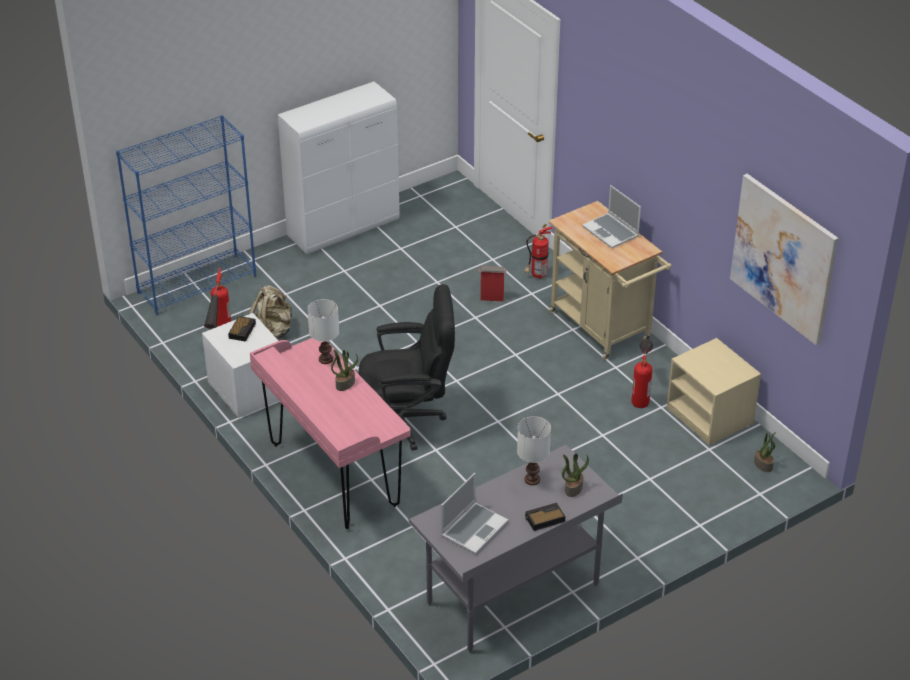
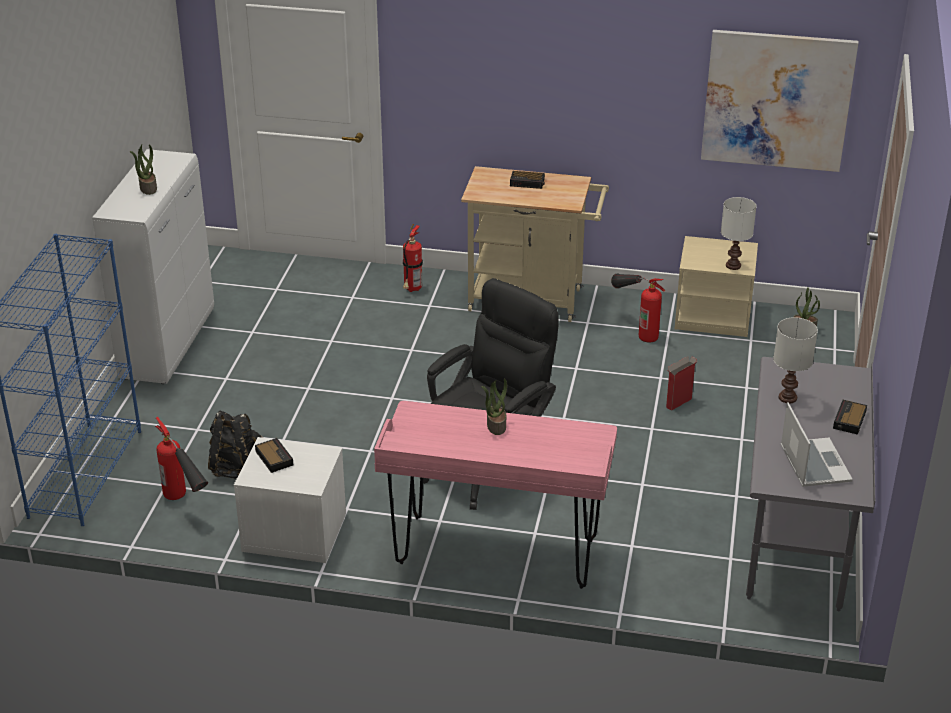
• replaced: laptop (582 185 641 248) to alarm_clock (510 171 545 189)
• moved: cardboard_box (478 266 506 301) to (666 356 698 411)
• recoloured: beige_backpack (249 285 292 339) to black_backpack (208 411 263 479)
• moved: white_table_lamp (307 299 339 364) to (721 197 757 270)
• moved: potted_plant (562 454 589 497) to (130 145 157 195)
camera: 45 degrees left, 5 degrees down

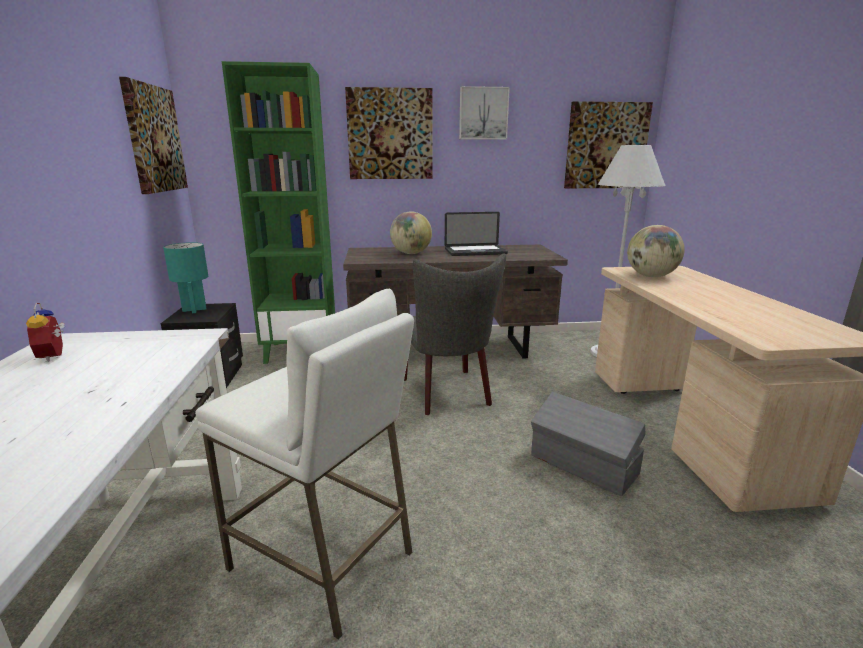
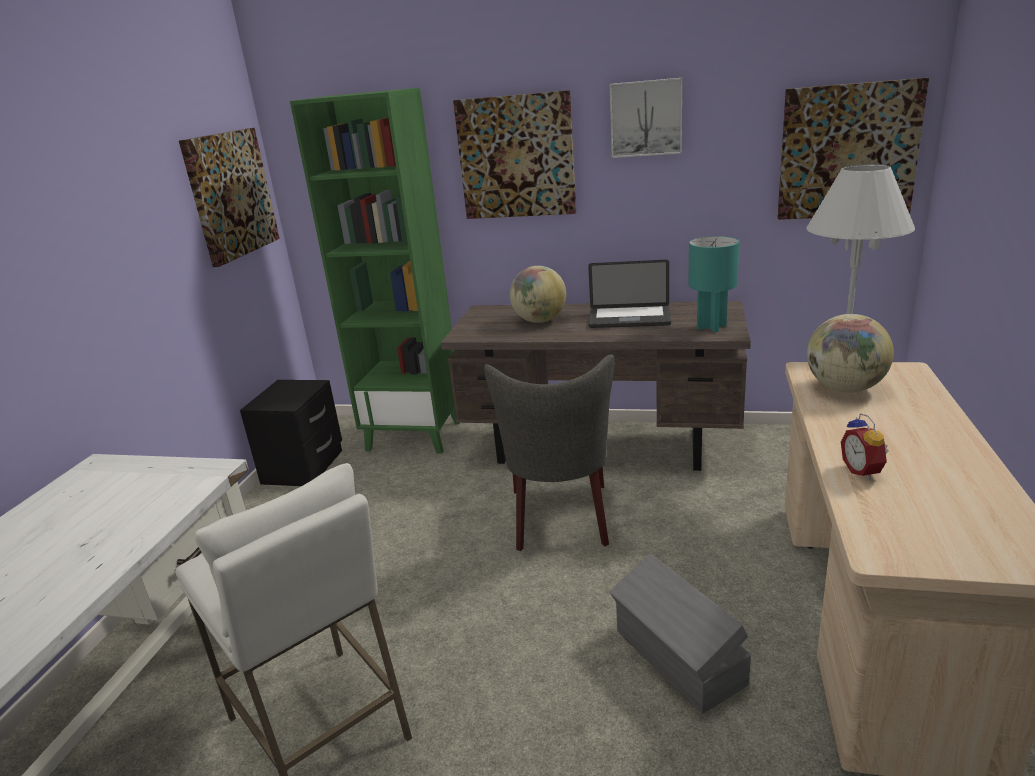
• moved: turquoise_table_lamp (163 242 208 313) to (688 236 739 332)
• moved: alarm_clock (26 303 65 362) to (841 413 889 480)
camera: 20 degrees right, 5 degrees up

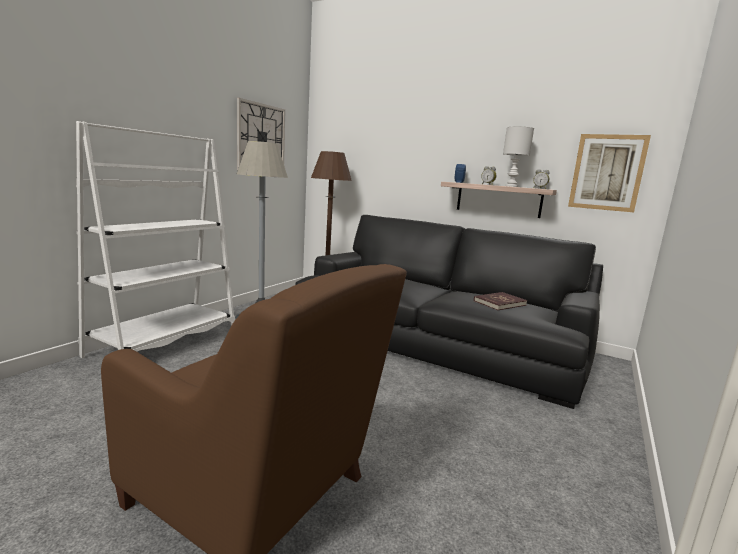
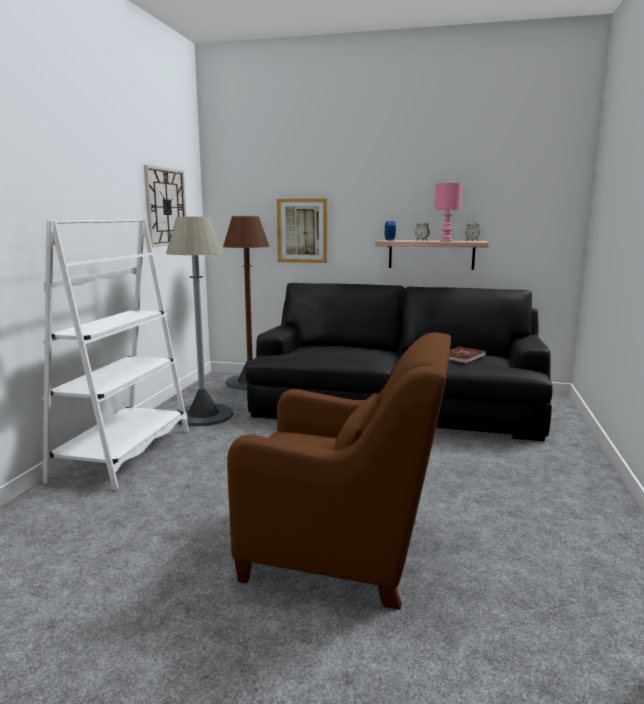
• recoloured: white_table_lamp (503 126 534 187) to pink_table_lamp (435 183 463 242)
• moved: picture (568 134 651 212) to (277 198 328 263)
camera: 15 degrees left, 0 degrees up

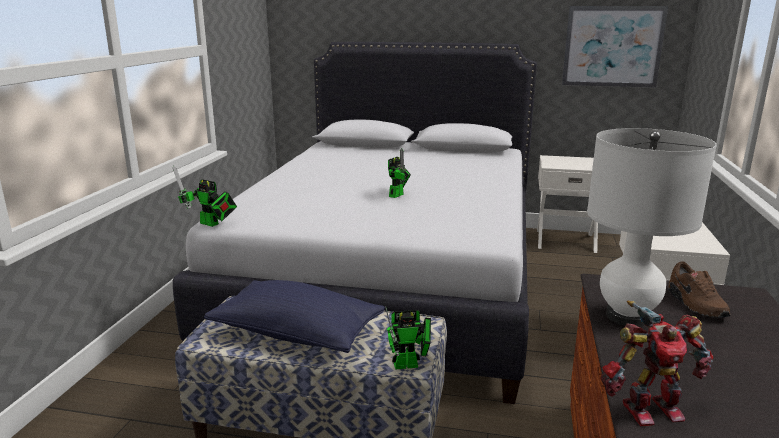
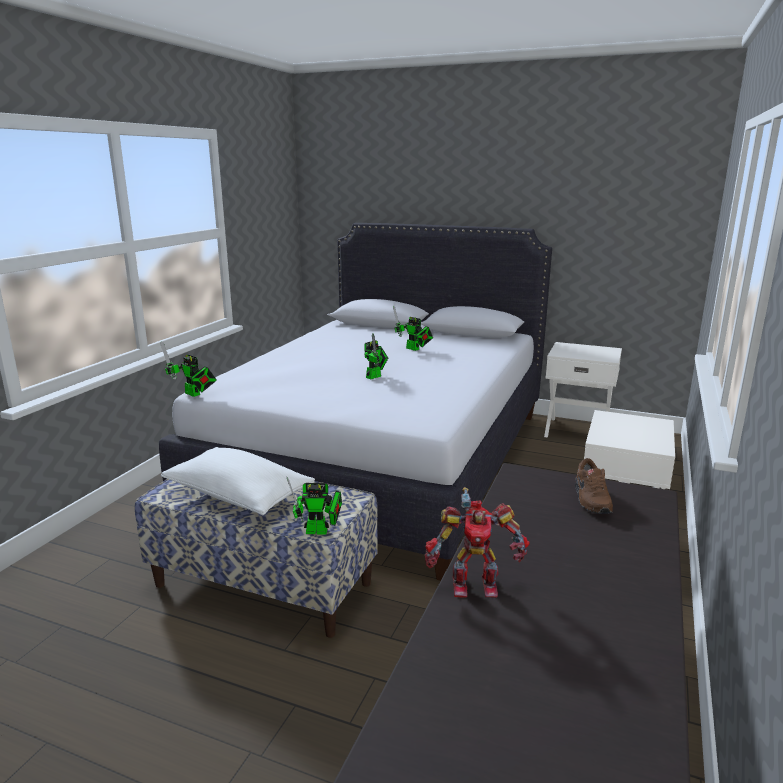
• removed: picture (562 6 668 88)
• removed: white_table_lamp (587 128 717 327)
• recoloured: blue_pillow (204 280 385 353) to white_pillow (161 447 315 515)
• added: toy_robot (393 305 433 351)
camera: 10 degrees right, 0 degrees up

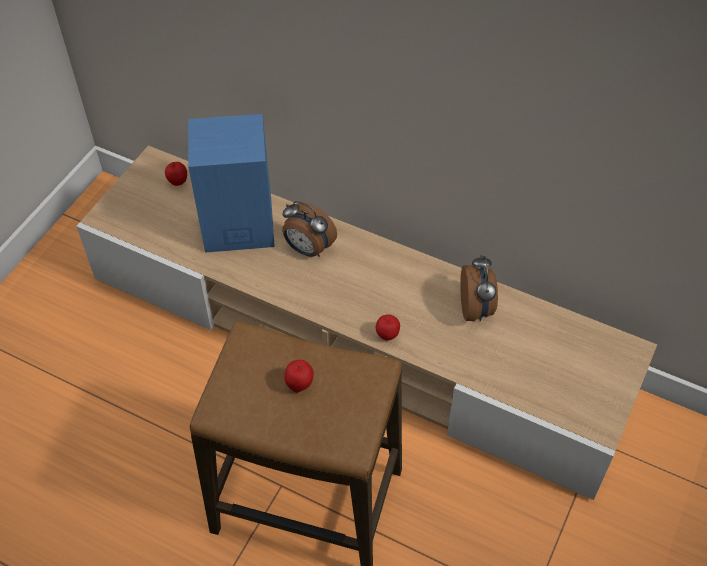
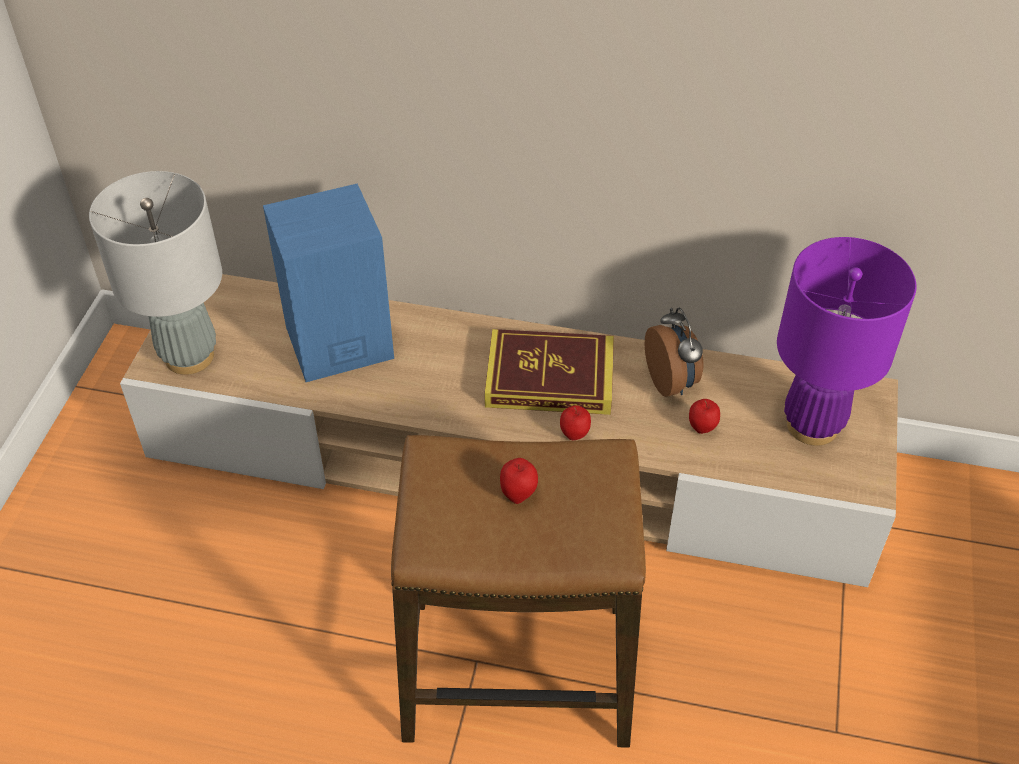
• moved: apple (165 162 187 186) to (689 399 720 434)
• removed: alarm_clock (282 201 337 257)
• added: grey_table_lamp (89 171 222 375)
• added: purple_table_lamp (777 237 916 446)
• added: book (485 329 614 415)
camera: 15 degrees left, 5 degrees down

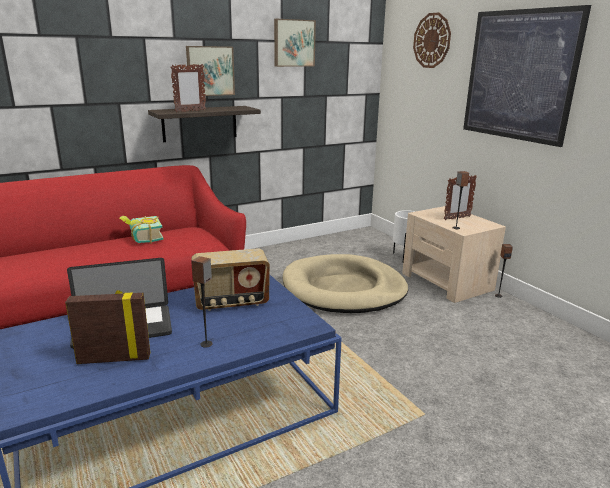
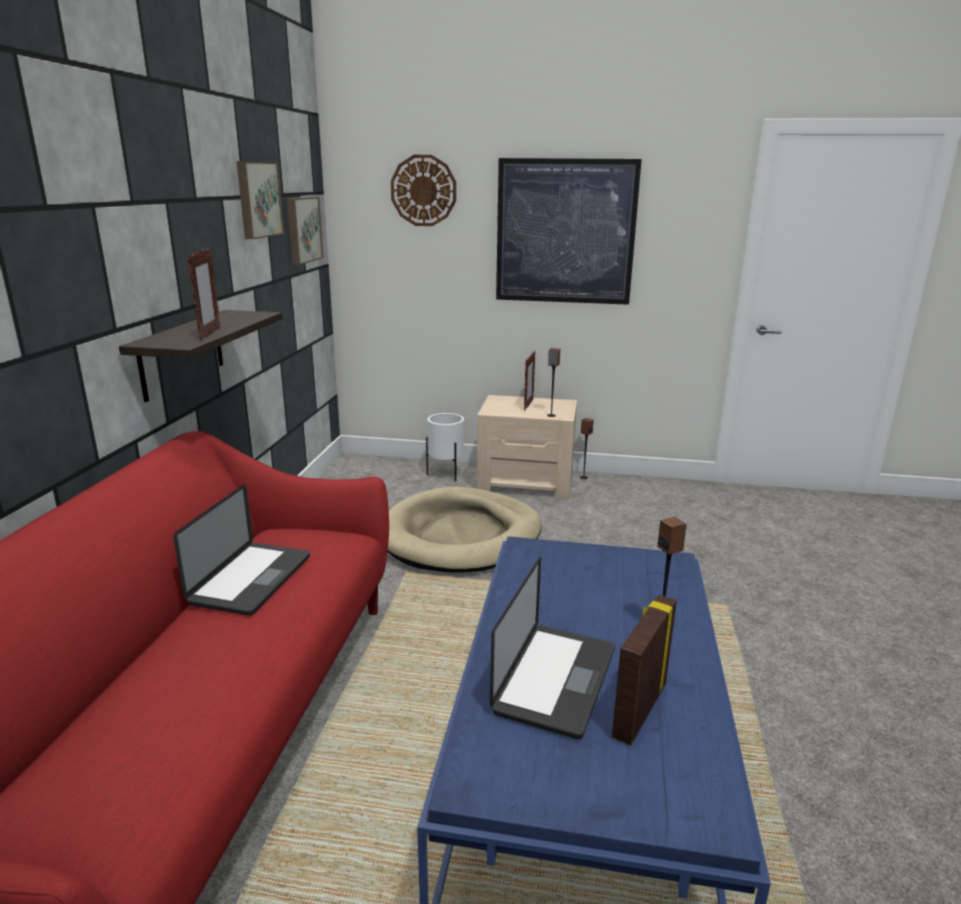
• moved: picture (186 46 235 96) to (287 197 323 265)
• replaced: book (120 216 164 244) to laptop (173 484 310 616)
• removed: radio (191 249 270 311)
camera: 50 degrees left, 0 degrees up

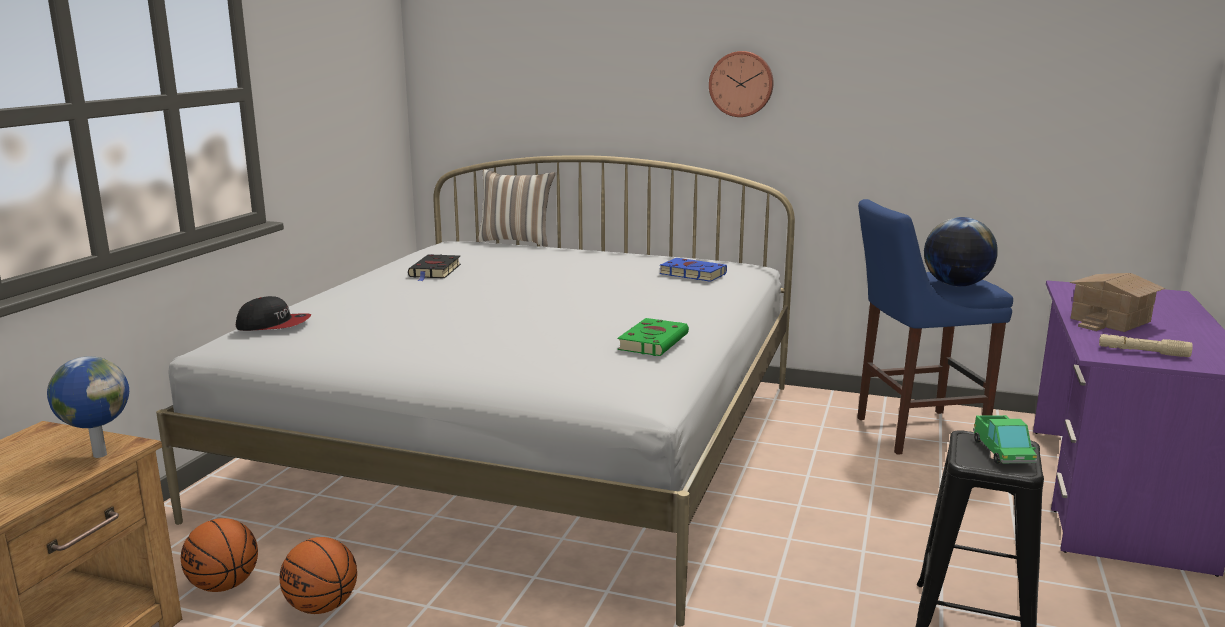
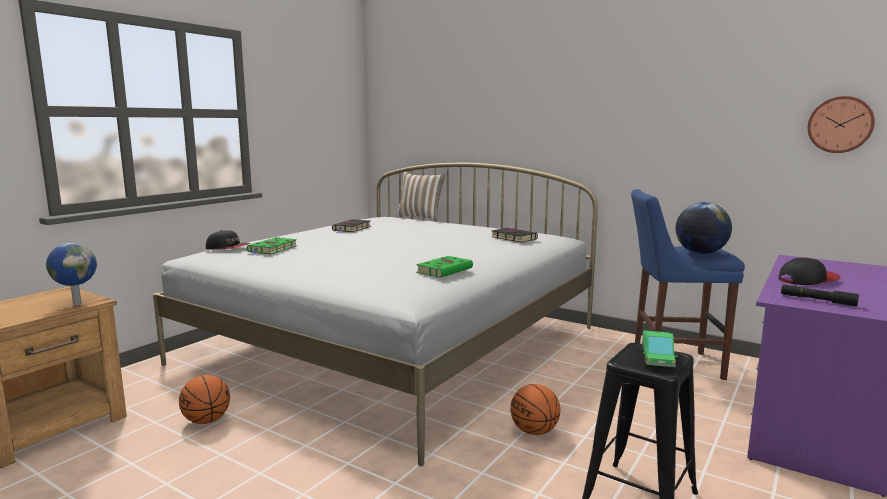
• moved: wall_clock (709 51 774 117) to (807 96 875 153)
• recoloured: blue_book (660 258 727 282) to black_book (491 228 538 243)
• replaced: toy_house (1069 273 1165 332) to cap (779 257 841 285)
• recoloured: beige_flashlight (1099 334 1193 357) to black_flashlight (781 285 859 306)
• moved: basketball (181 518 258 592) to (511 384 560 435)
• added: green_book (247 237 297 255)
camera: 15 degrees right, 5 degrees down

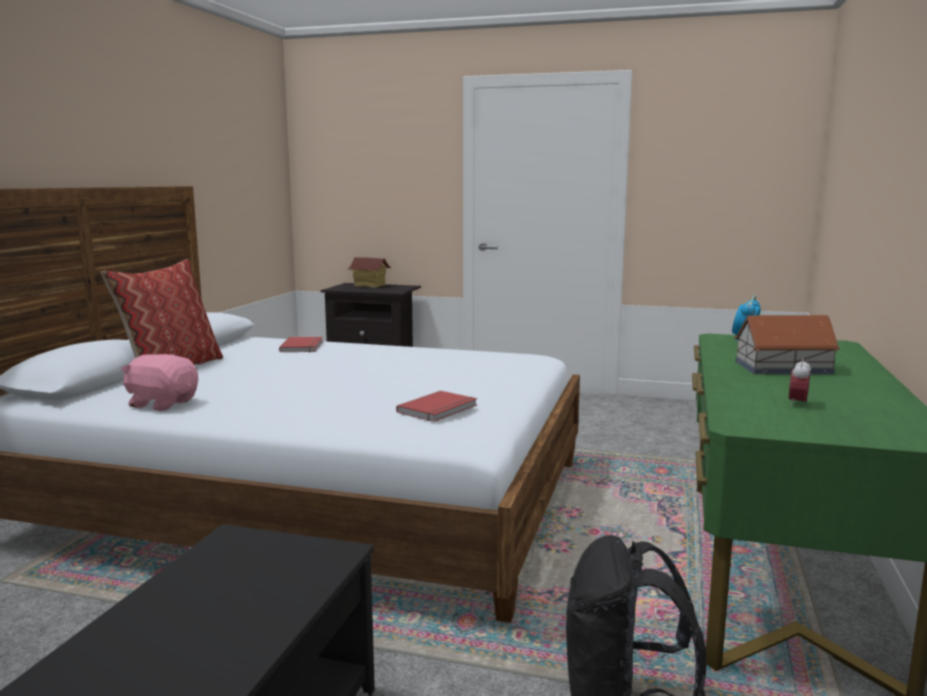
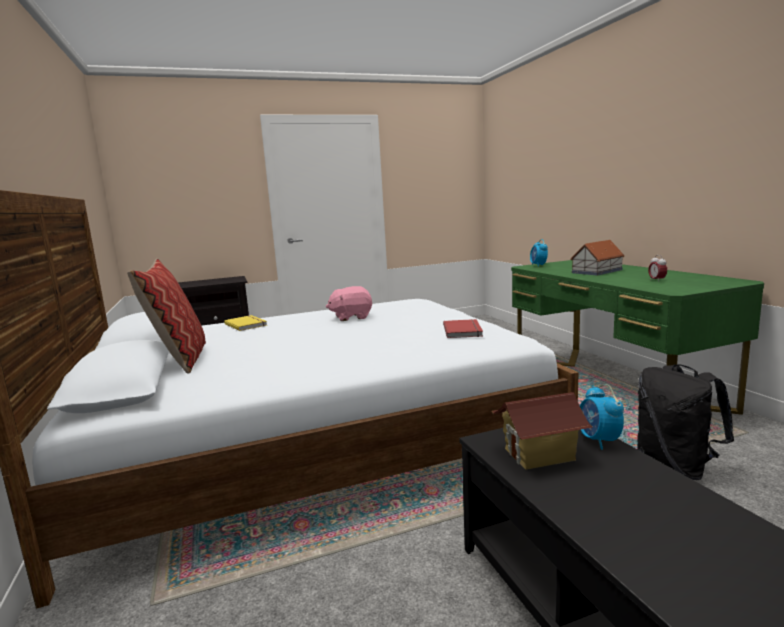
• moved: toy_house (348 257 391 287) to (492 392 593 470)
• recoloured: red_book (279 336 323 352) to yellow_book (224 315 267 331)
• moved: pink_plush_toy (121 354 198 411) to (326 286 372 321)
• added: alarm_clock (580 384 624 450)
camera: 35 degrees left, 0 degrees up

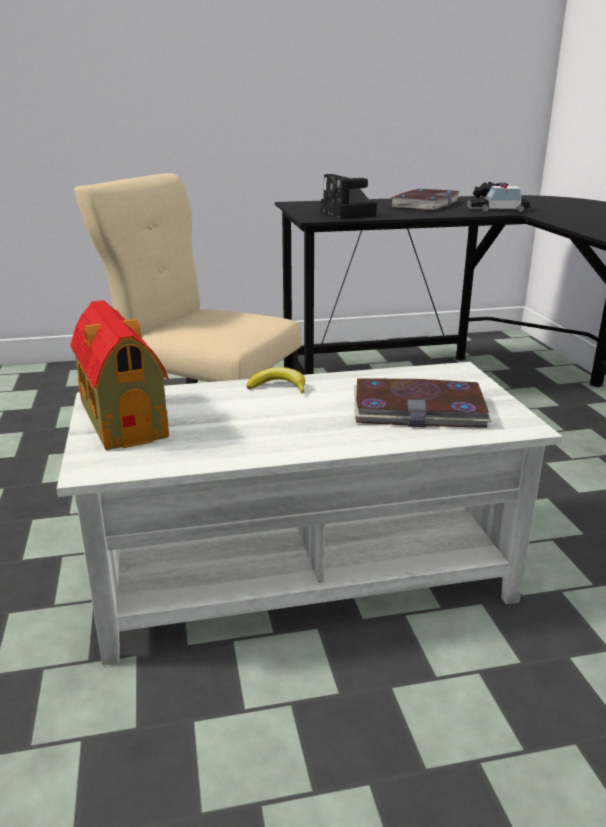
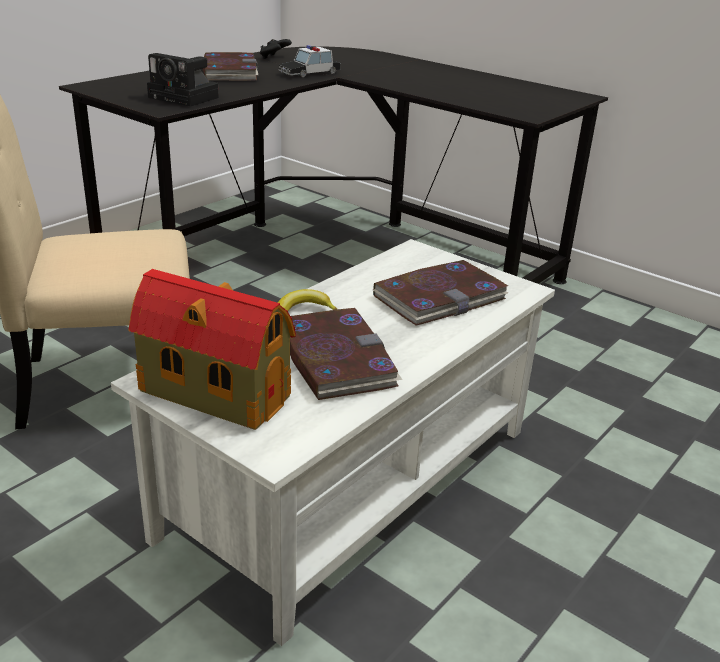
• added: book (290 308 403 400)
camera: 40 degrees left, 5 degrees up

